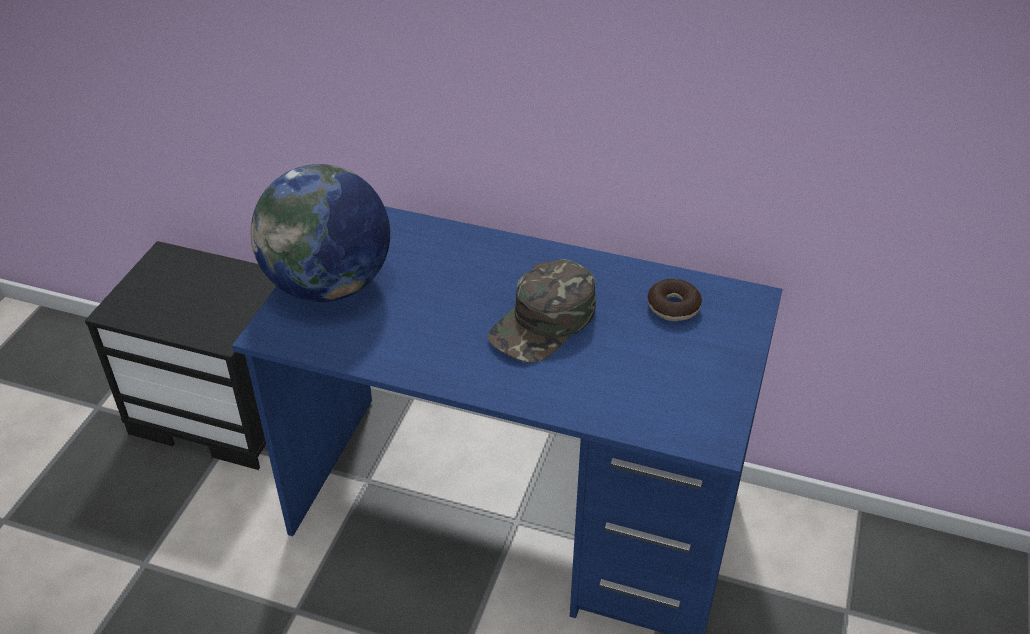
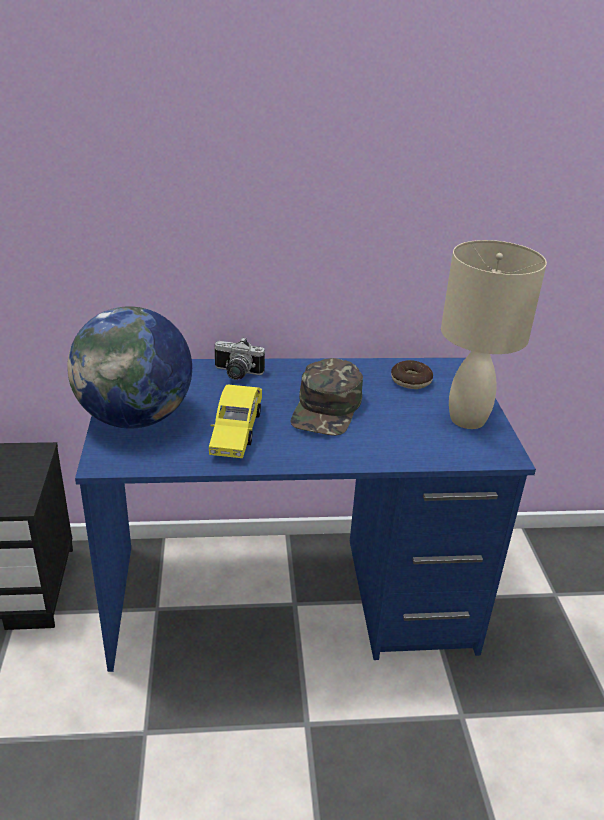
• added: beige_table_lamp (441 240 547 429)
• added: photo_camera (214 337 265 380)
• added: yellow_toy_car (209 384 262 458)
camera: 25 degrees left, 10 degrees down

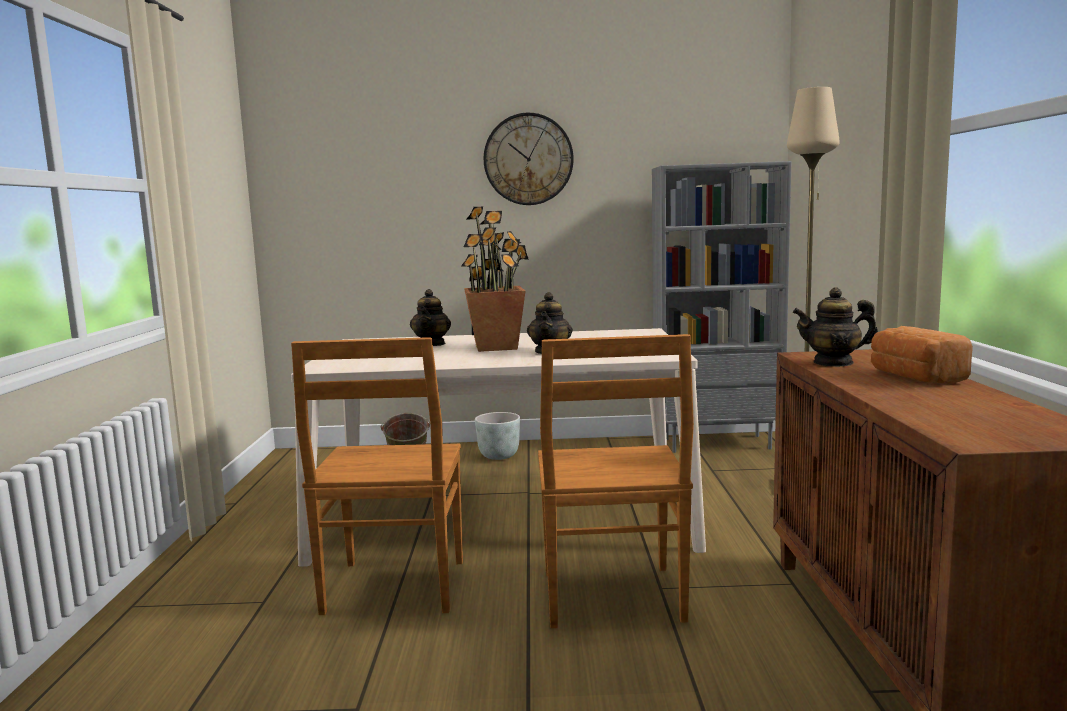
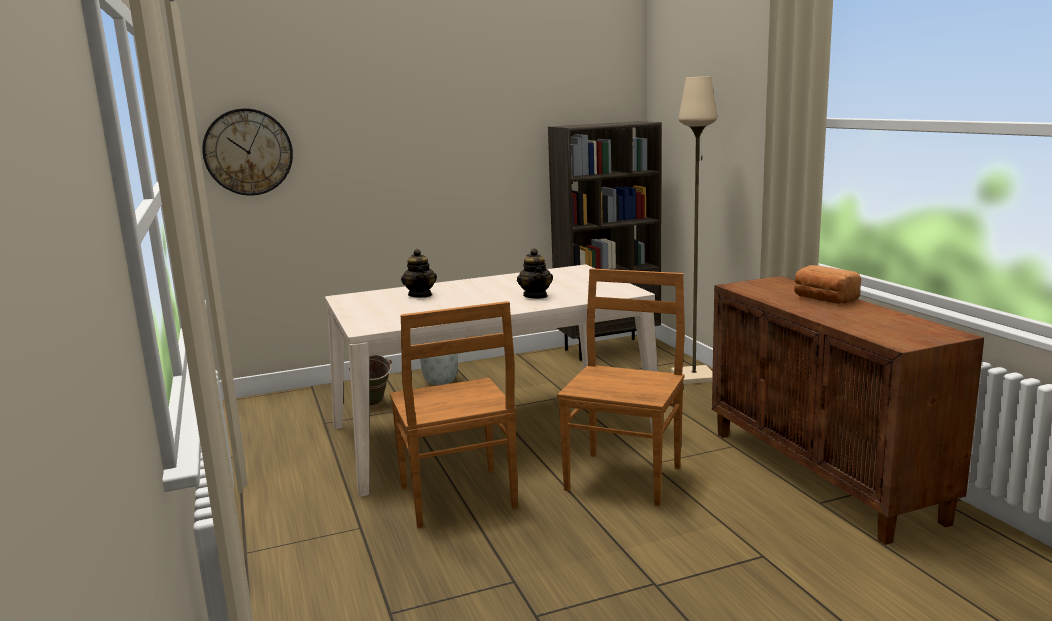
• moved: wall_clock (484 113 574 205) to (202 108 293 196)
• recoloured: grey_bookcase (652 161 791 453) to brown_bookcase (548 121 662 361)
• removed: potted_plant (461 206 529 352)
• removed: teapot (793 287 878 367)
• turned: brown_chair (538 334 694 628) = (557 268 685 506) 135 degrees counterclockwise
camera: 20 degrees left, 5 degrees up

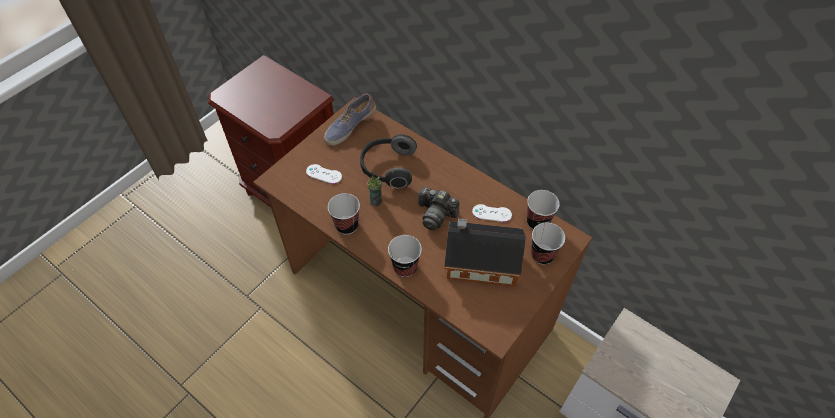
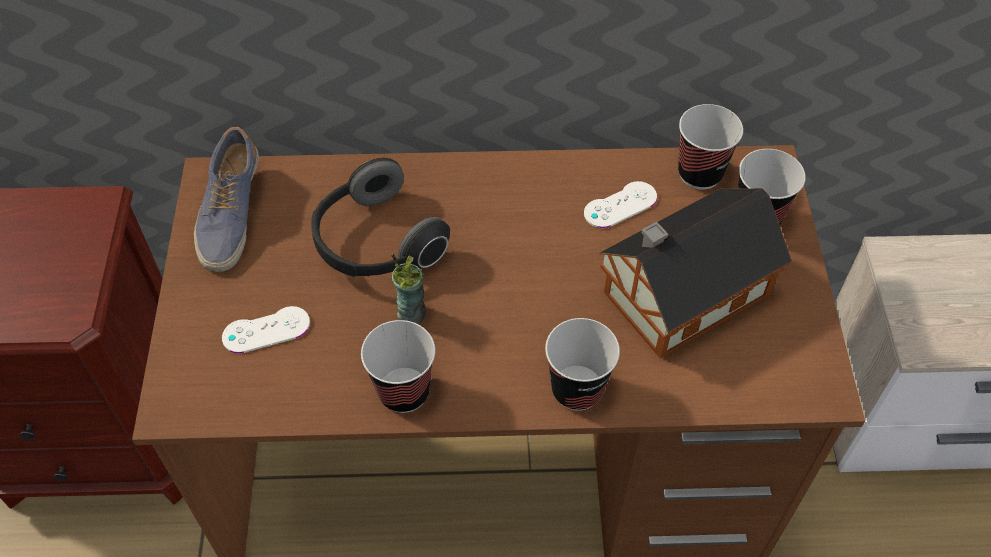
• removed: photo_camera (418 187 459 230)
camera: 40 degrees left, 0 degrees up

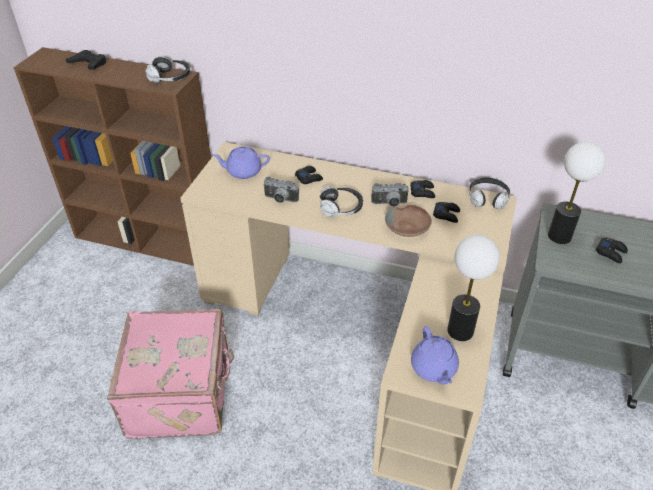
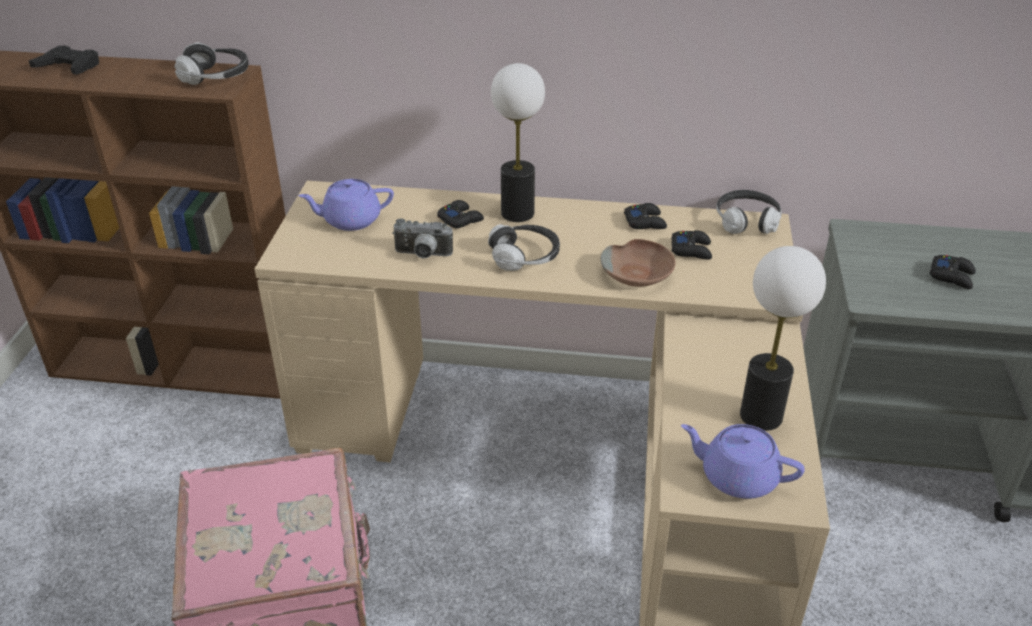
• moved: table_lamp (548 142 606 244) to (491 63 545 222)
• removed: photo_camera (371 183 409 207)
• turned: purple_teapot (411 326 459 385) = (681 424 805 499) 135 degrees clockwise
camera: 10 degrees left, 5 degrees down

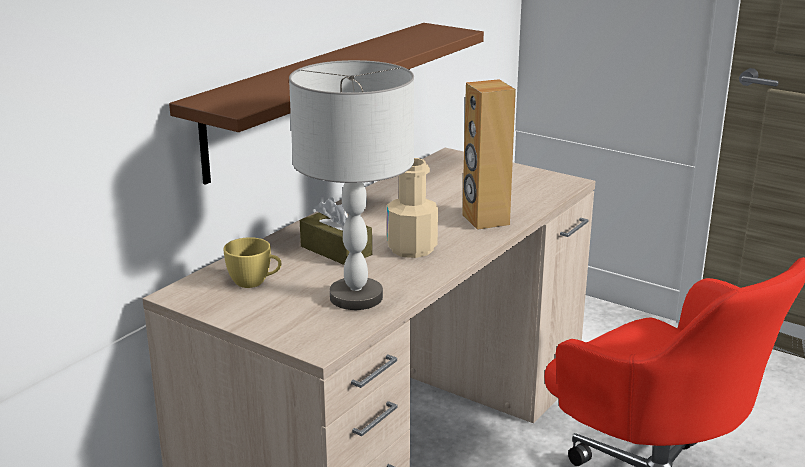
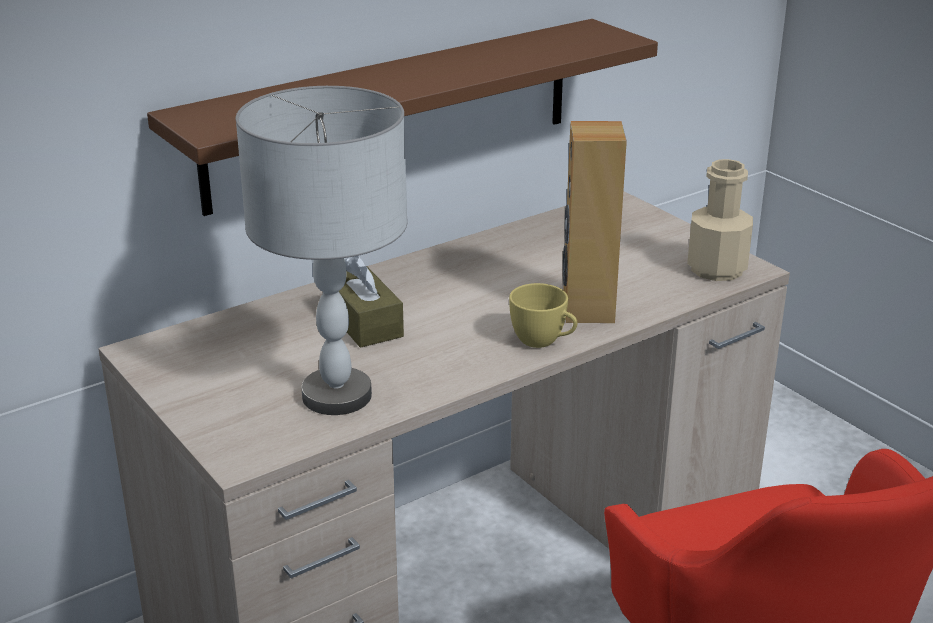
• moved: beige_bottle (387 158 438 258) to (687 159 753 281)
• moved: yellow_cup (223 237 281 288) to (509 283 577 348)
camera: 20 degrees right, 5 degrees up

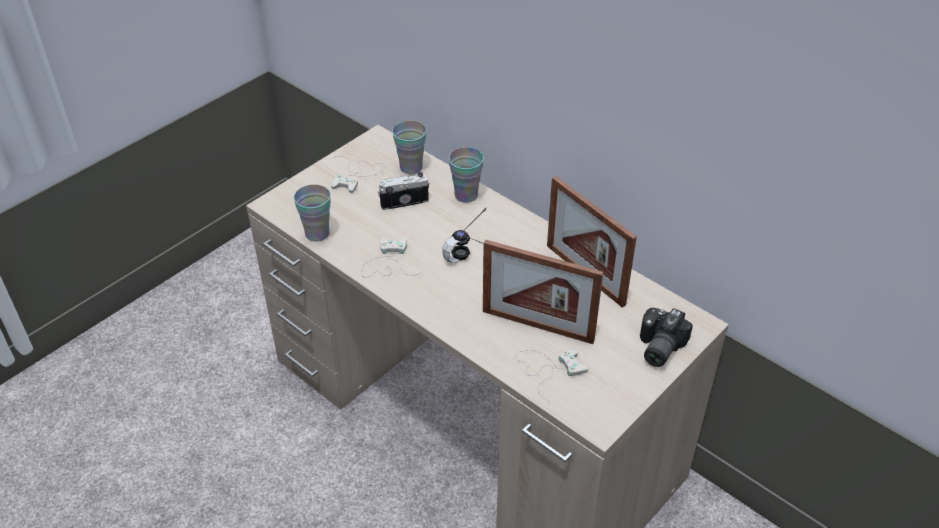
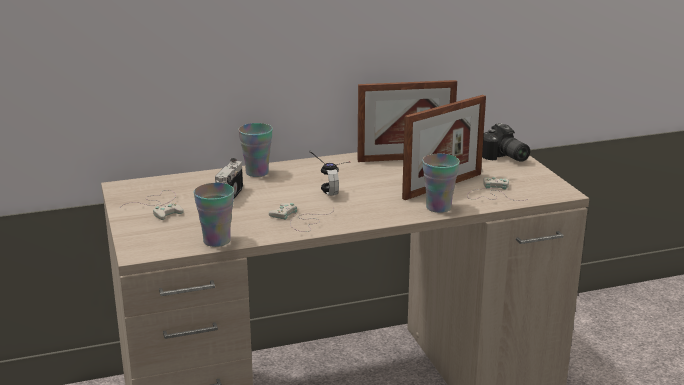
• moved: cup (392 121 426 174) to (422 154 460 213)
camera: 60 degrees left, 20 degrees down

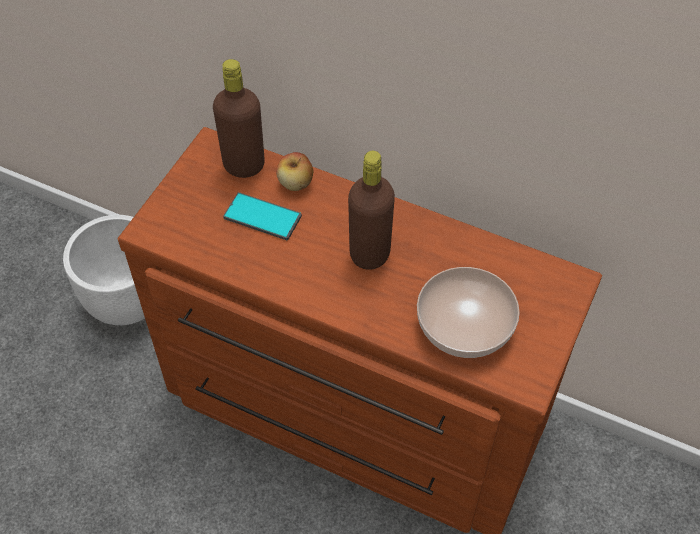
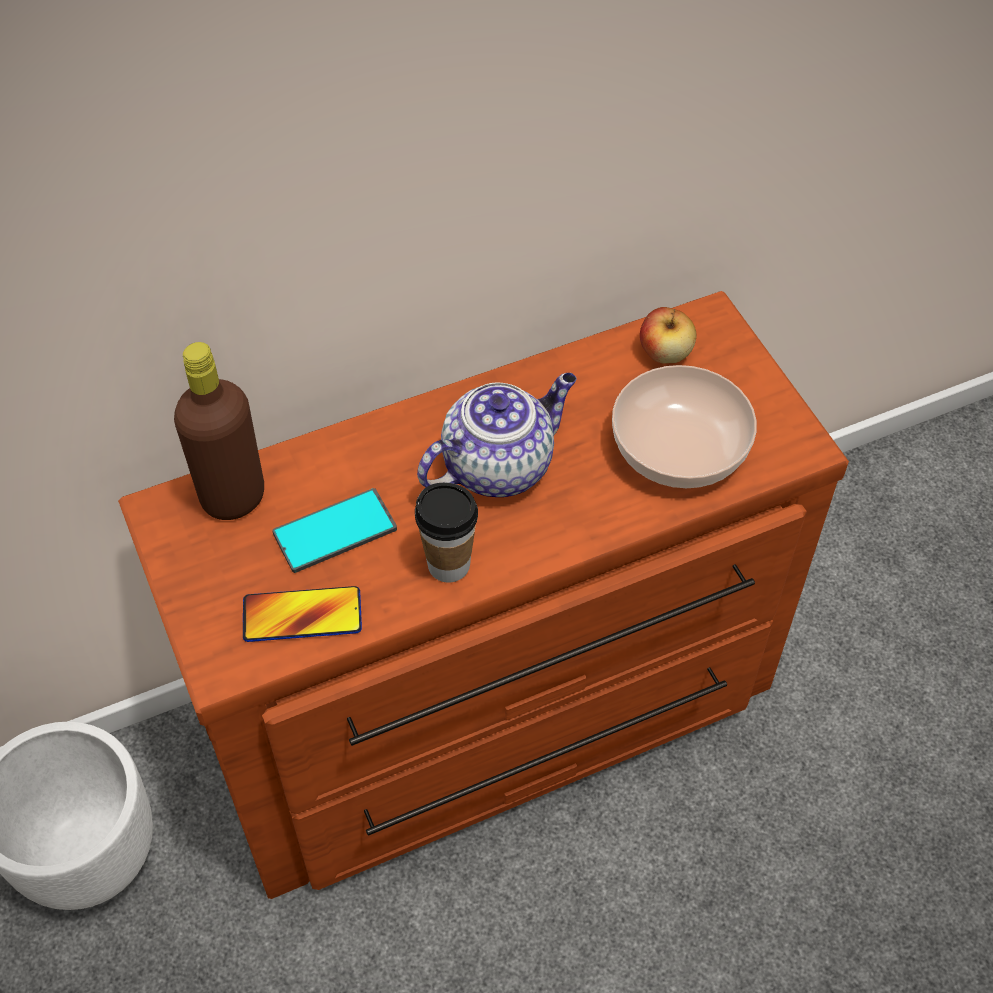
• replaced: brown_bottle (348 151 395 270) to teapot (417 373 576 497)
• moved: apple (276 152 313 191) to (640 307 697 364)
• added: cup (415 483 478 583)
• added: phone (243 586 362 642)
camera: 50 degrees left, 0 degrees up

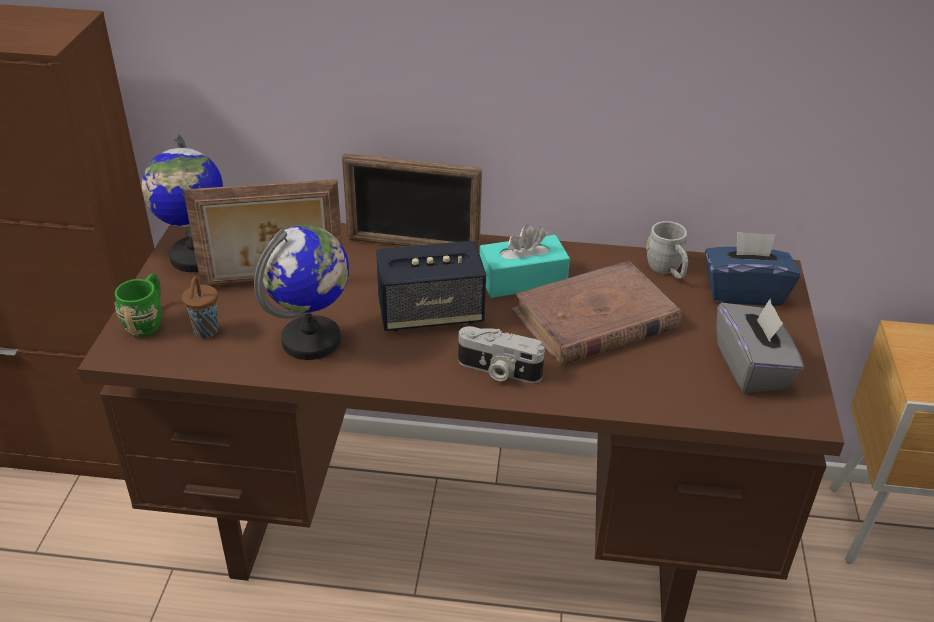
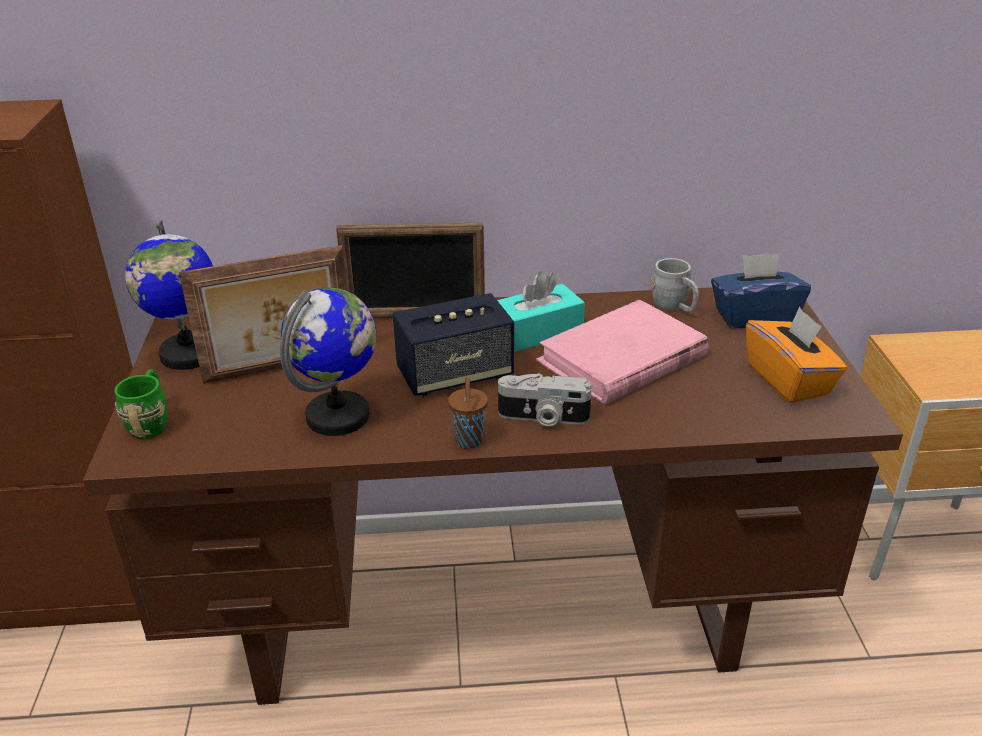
• recoloured: brown_book (511 260 682 366) to pink_book (536 300 709 404)
• moved: brown_cup (182 276 218 338) to (448 377 488 449)
• recoloured: grey_tissue_box (716 299 804 393) to orange_tissue_box (746 307 847 403)
camera: 10 degrees left, 5 degrees down

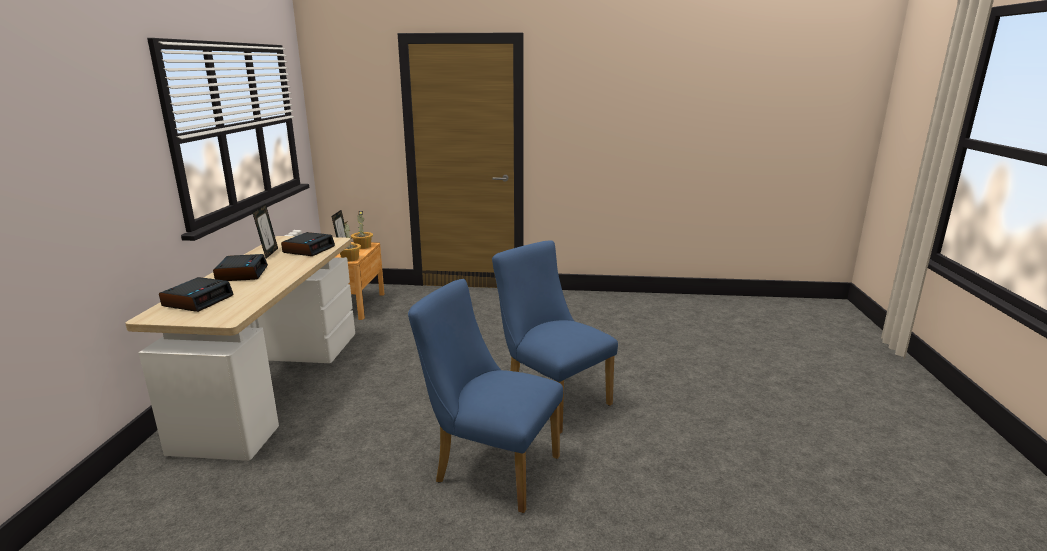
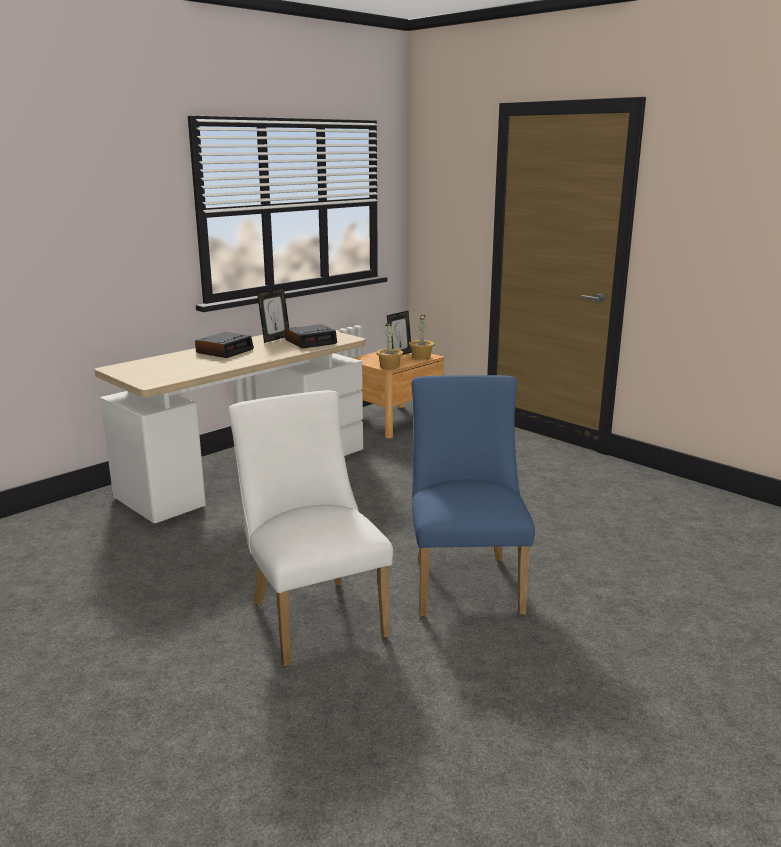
• removed: alarm_clock (159 277 233 312)
• recoloured: blue_chair (408 279 563 513) to white_chair (229 390 393 667)
camera: 40 degrees right, 0 degrees up

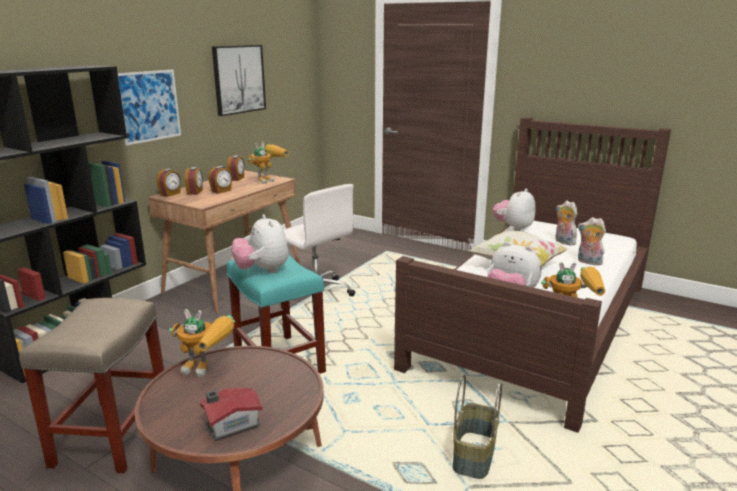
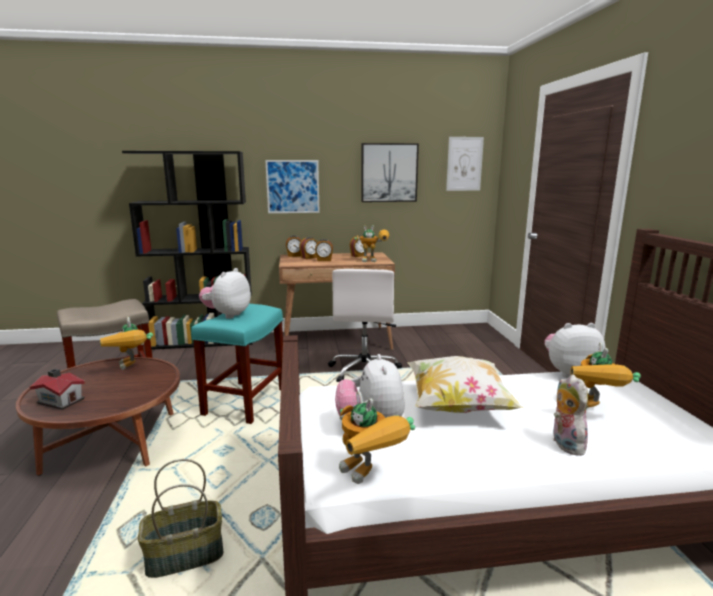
• replaced: plush_toy (555 201 577 245) to toy_robot (571 342 641 410)
• added: picture (446 137 484 191)
camera: 50 degrees right, 5 degrees down

